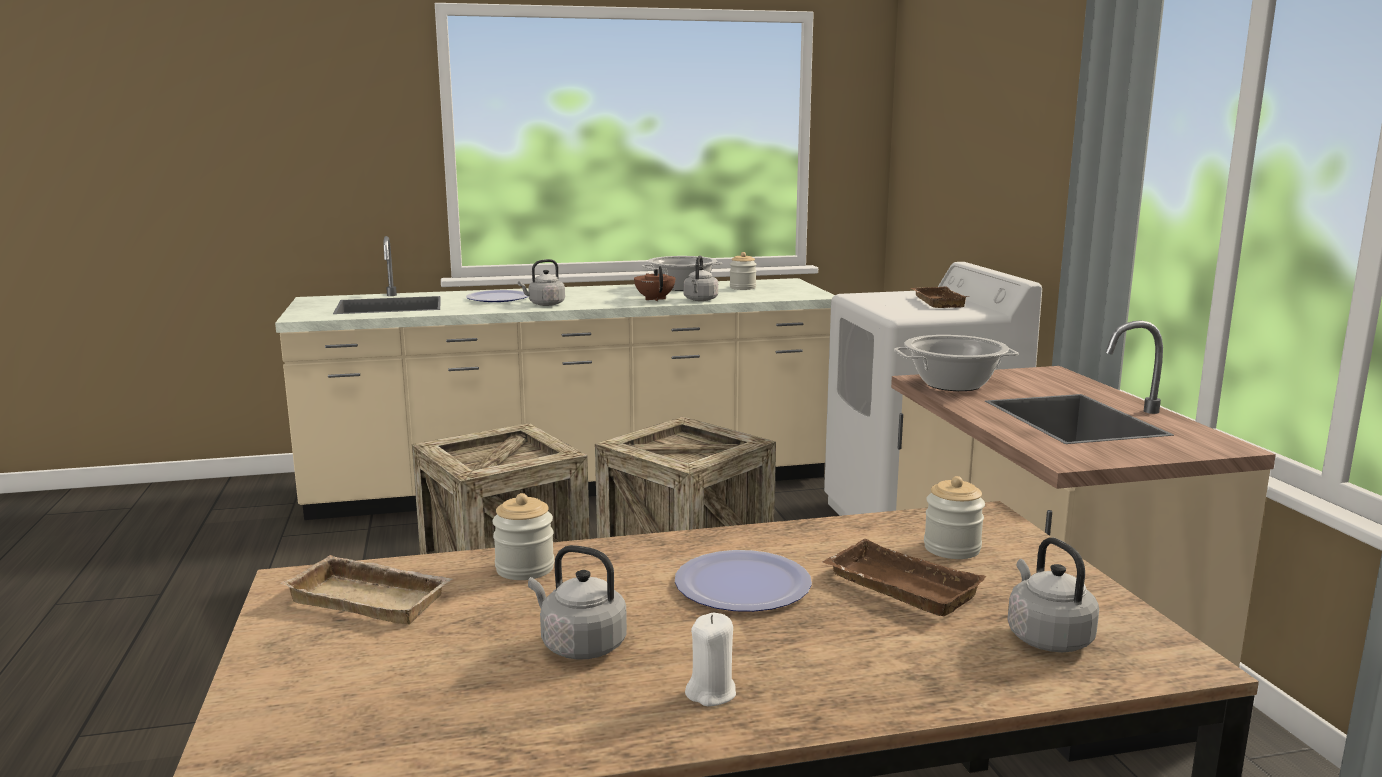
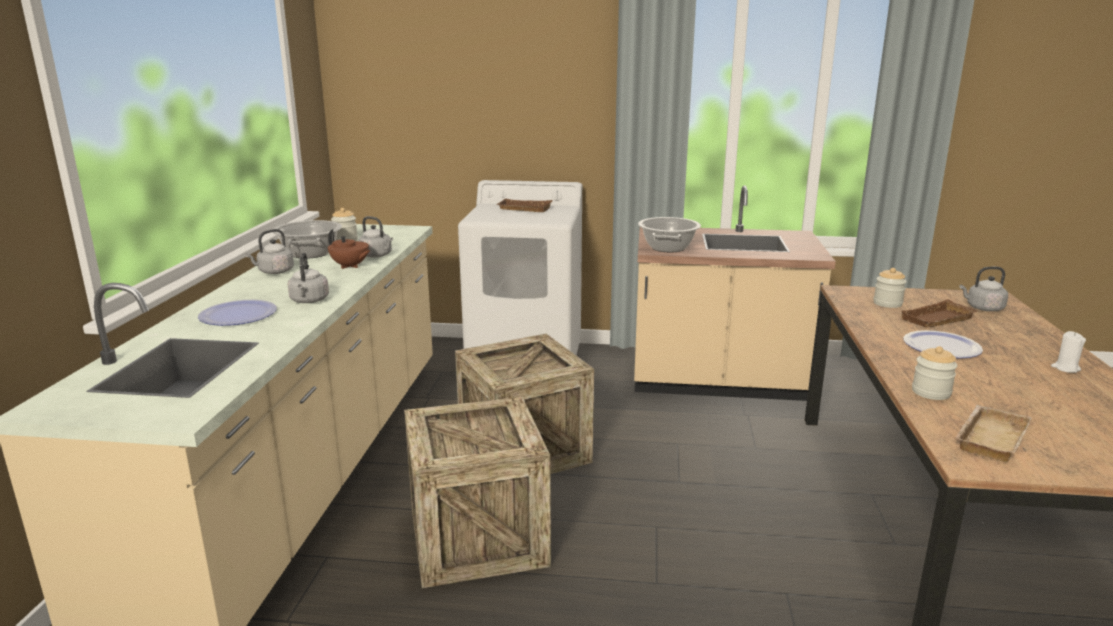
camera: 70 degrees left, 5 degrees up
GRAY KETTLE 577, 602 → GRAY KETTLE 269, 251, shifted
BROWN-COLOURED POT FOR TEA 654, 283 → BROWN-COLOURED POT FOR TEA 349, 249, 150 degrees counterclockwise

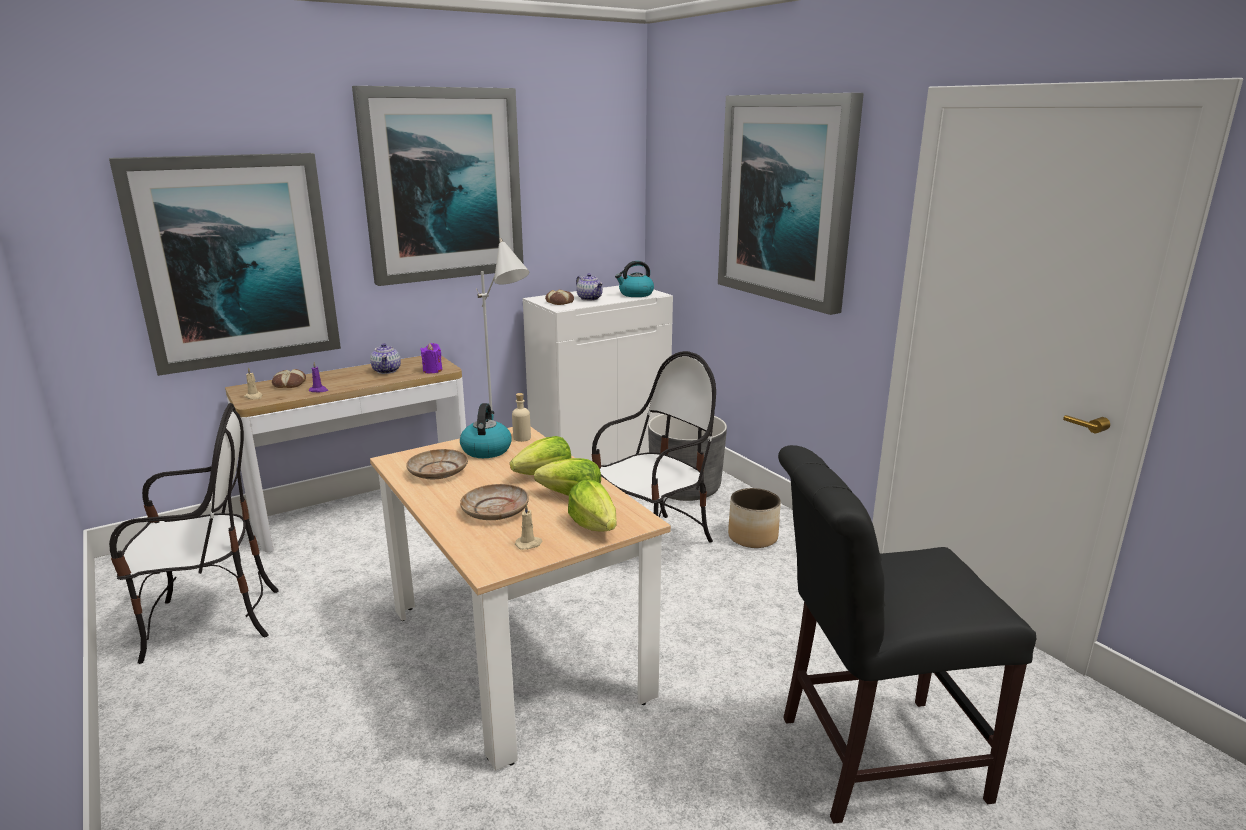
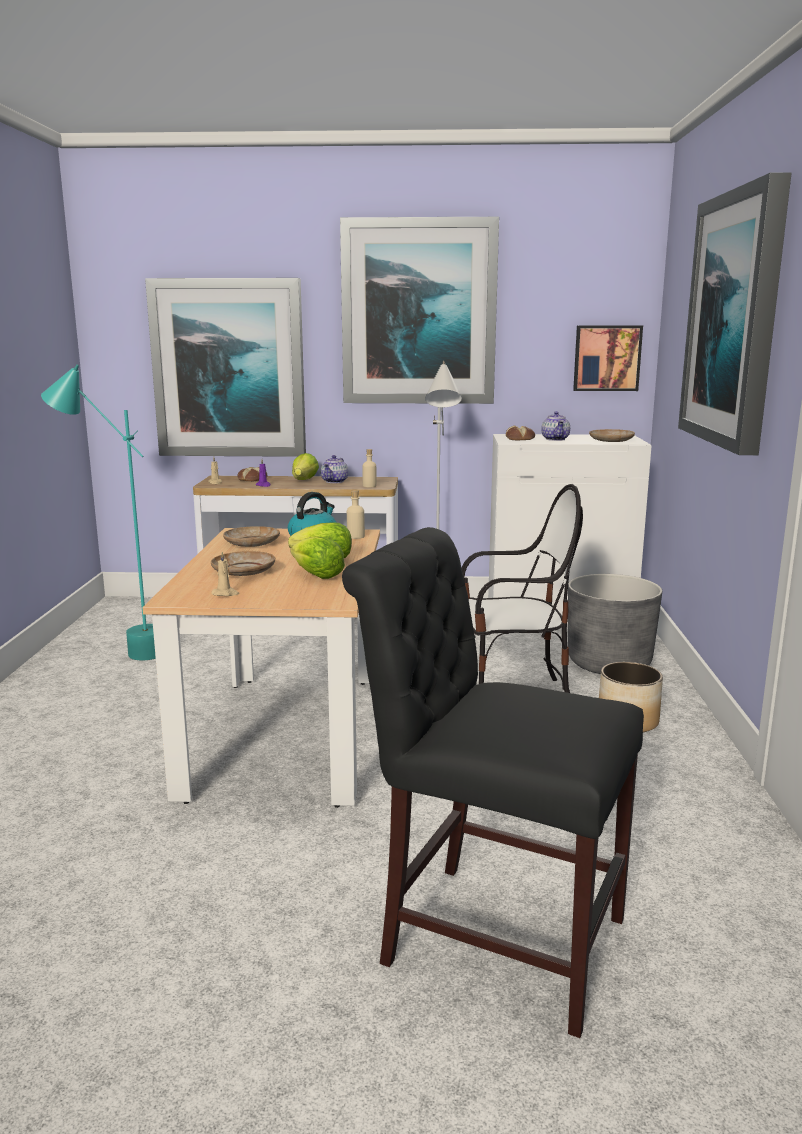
camera: 35 degrees right, 5 degrees down
CHAIR 194, 533 → TURQUOISE STANDARD LAMP 98, 512
HEAD OF LETTUCE 592, 506 → HEAD OF LETTUCE 305, 466, shifted
PURPLE WAX LIGHT 432, 358 → BEIGE BOTTLE 369, 468
- → WALL ART 608, 358
KETTLE 634, 279 → BEIGE FLAT DISH 612, 435

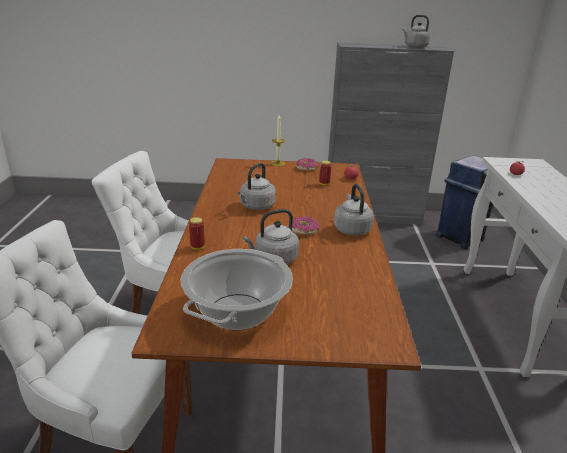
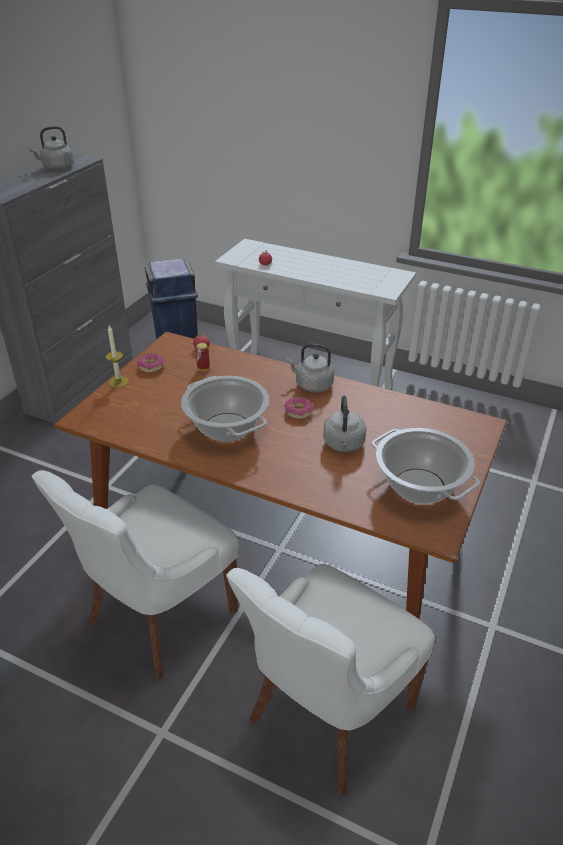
camera: 65 degrees left, 10 degrees up
GRAY KETTLE 256, 186 → SAUCEPOT 225, 409
SEALED CAN 197, 233 → -

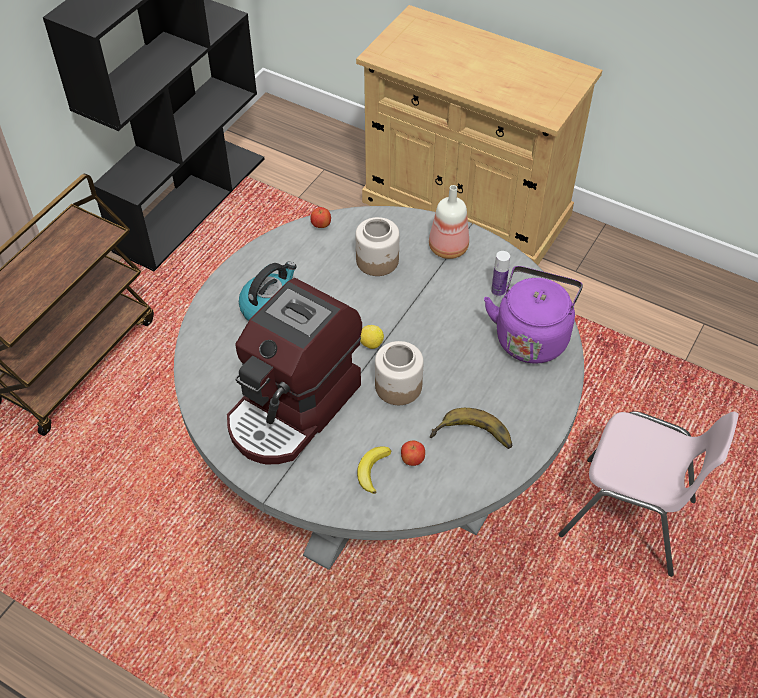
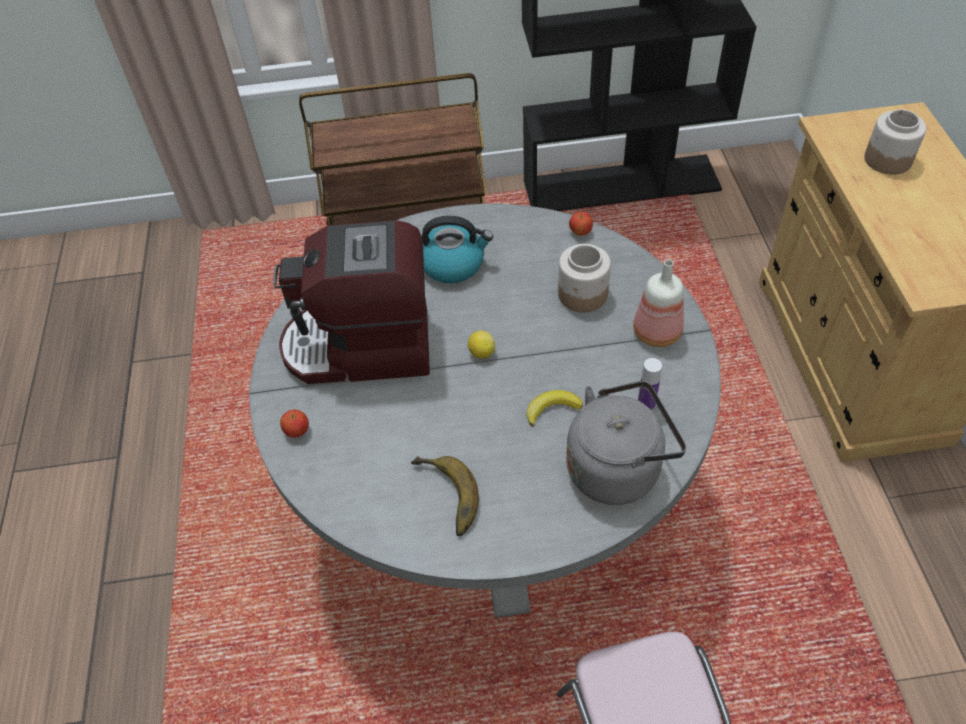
camera: 55 degrees right, 0 degrees up
APPLE 413, 453 → APPLE 294, 423, shifted
BANANA 374, 470 → BANANA 554, 408, shifted
PURPLE KETTLE 533, 315 → GRAY KETTLE 626, 443
PRESERVE JAR 399, 373 → PRESERVE JAR 895, 142, shifted

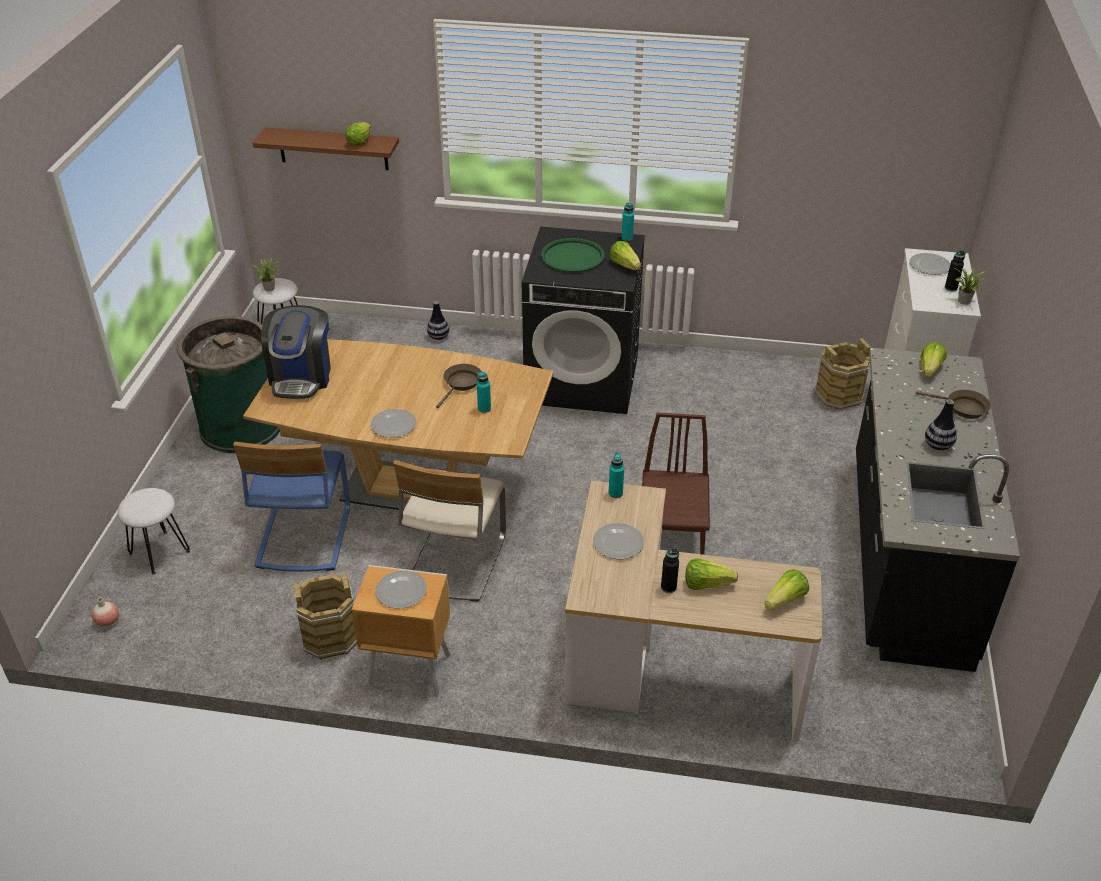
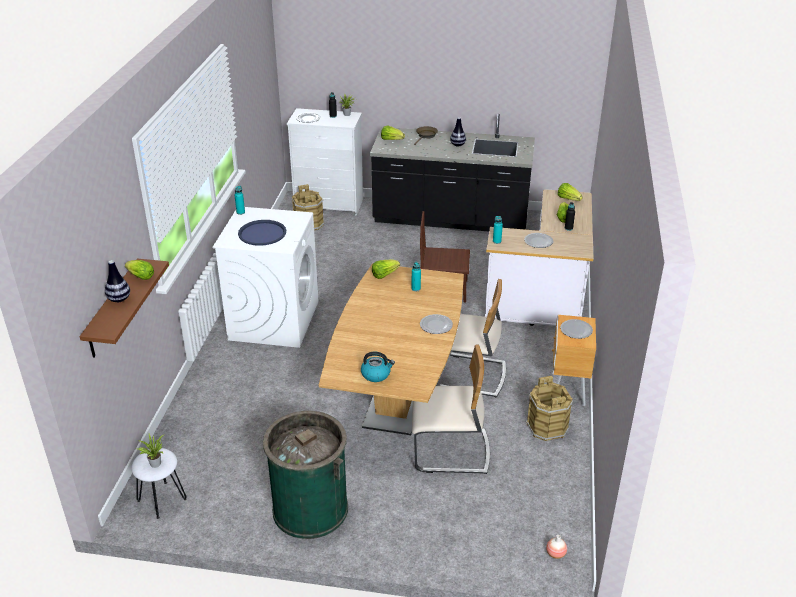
camera: 90 degrees left, 5 degrees down
DECORATIVE VASE 438, 320 → DECORATIVE VASE 117, 281, shifted
BLACK-COLOURED WASHING MACHINE 583, 320 → WHITE-COLOURED WASHING MACHINE 265, 277
GREEN CARRYING TRAY 573, 255 → BLUISH CARRYING TRAY 262, 233
COFFEE MACHINE 296, 352 → KETTLE 378, 367
HEAD OF LETTUCE 625, 255 → HEAD OF LETTUCE 386, 269, shifted
BLUISH CHAIR 291, 507 → BEIGE CHAIR 451, 409
WHITE-COLOURED STOOL SEAT 153, 531 → -
BROWN-COLOURED SKILLET 459, 386 → -

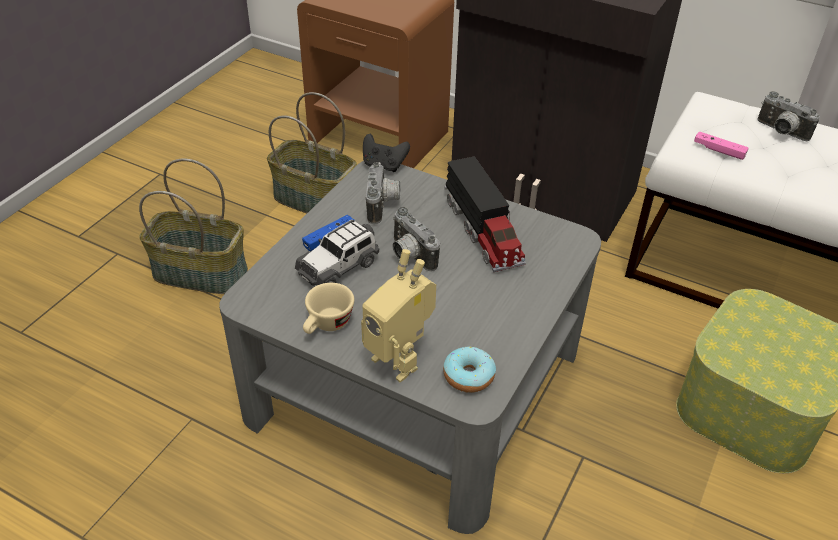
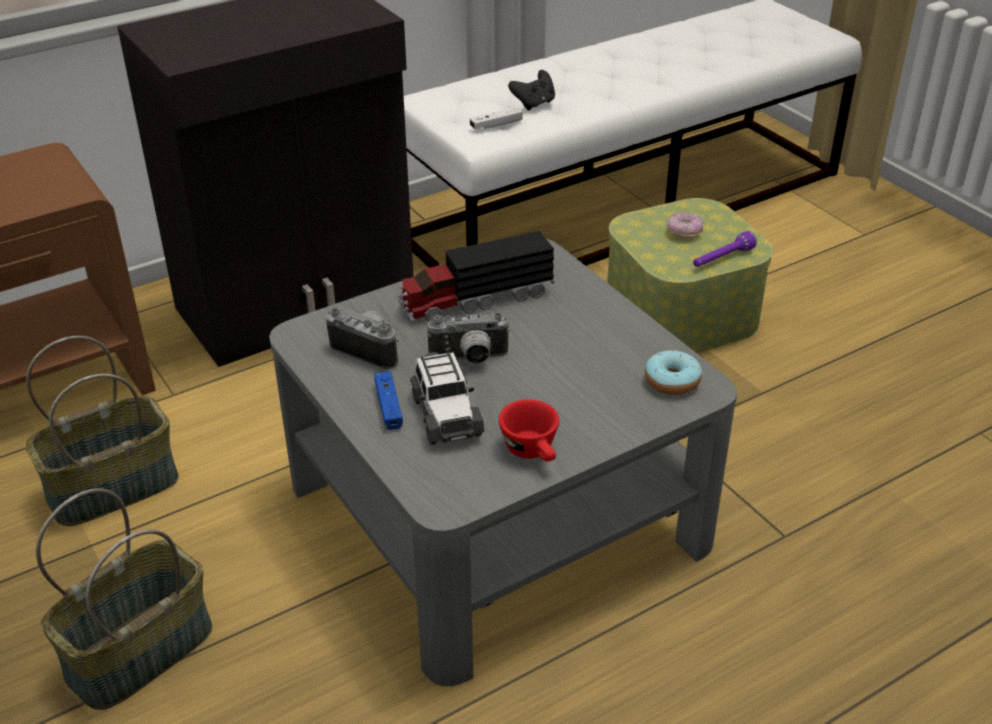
camera: 60 degrees left, 5 degrees down
TOY LORRY 485, 214 → TOY LORRY 476, 277, 150 degrees clockwise
PINK-COLOURED GAMEPAD 721, 145 → WHITE-COLOURED GAMEPAD 496, 118
BEIGE CUP 328, 308 → RED-COLOURED CUP 529, 430
BLACK-COLOURED GAMEPAD 386, 153 → BLACK-COLOURED GAMEPAD 531, 90, shifted
- → DONUT 685, 226
- → PURPLE TORCH 725, 249
MODEL ROBOT 398, 315 → -
STILL CAMERA 789, 116 → -

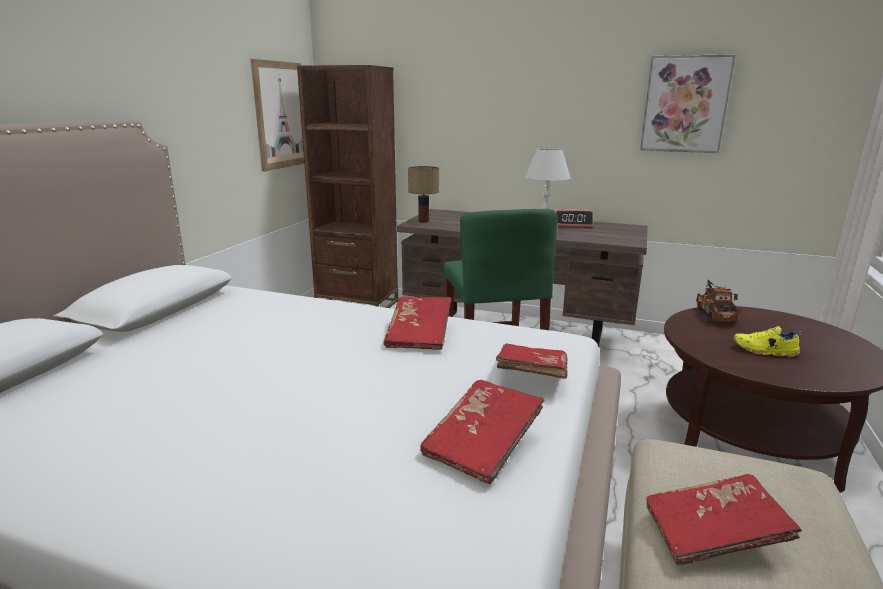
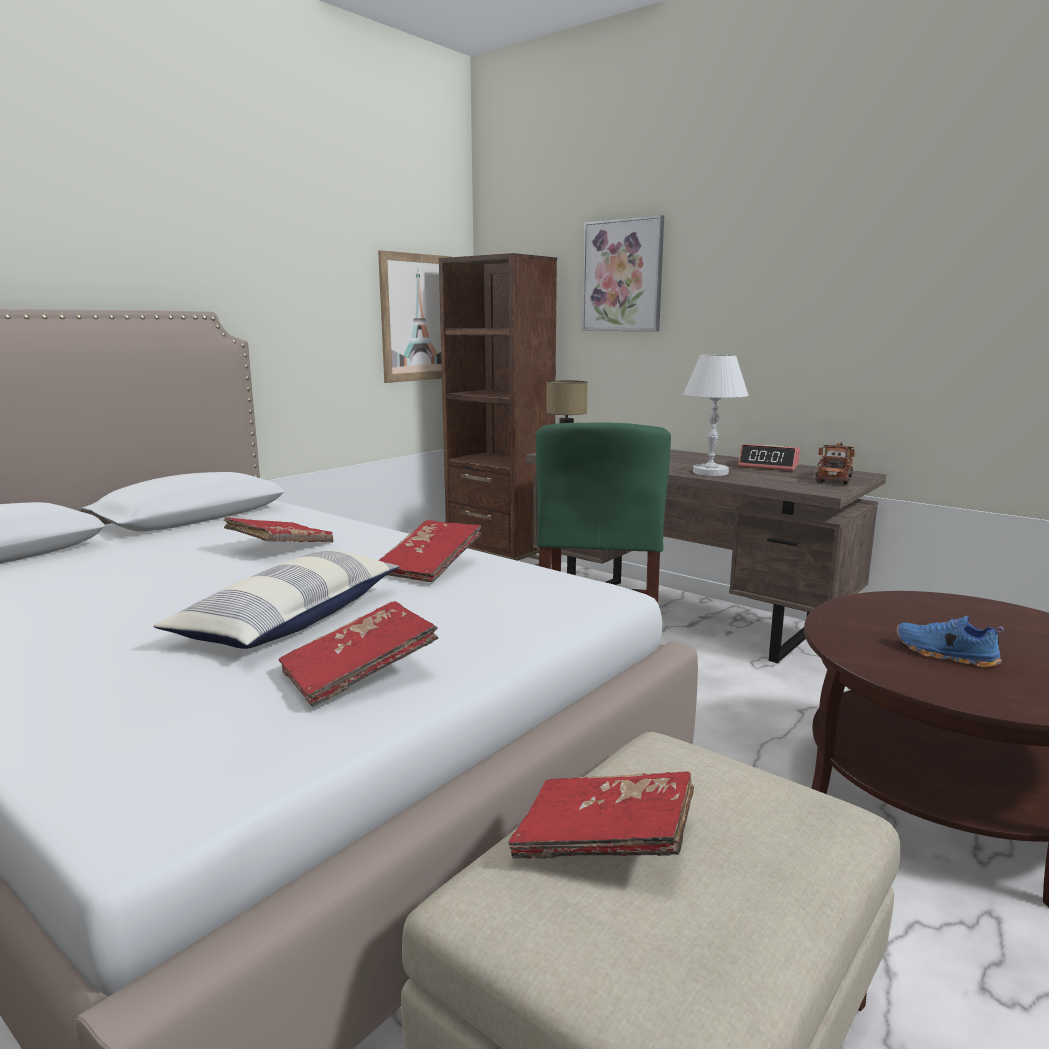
camera: 20 degrees right, 5 degrees down
- → CUSHION 276, 599
RED-COLOURED BOOK 531, 361 → RED-COLOURED BOOK 279, 530, shifted
WALL ART 688, 103 → WALL ART 623, 273, shifted
TOY LORRY 718, 301 → TOY LORRY 835, 463, shifted
YELLOW-COLOURED LOW SHOE 768, 341 → BLUISH LOW SHOE 950, 642

